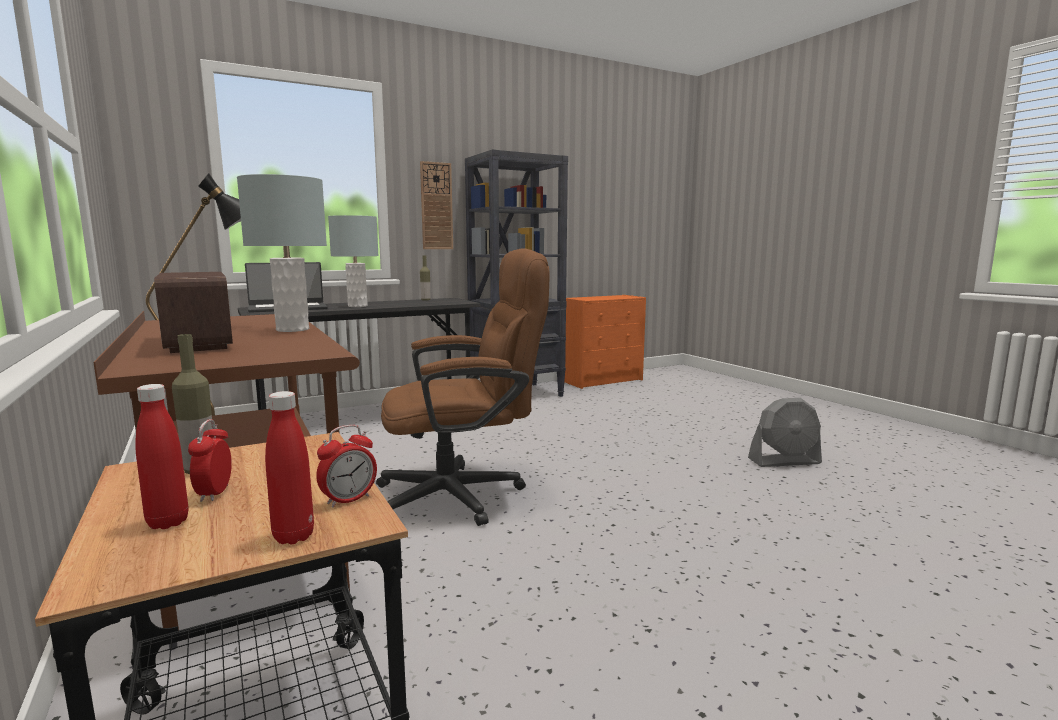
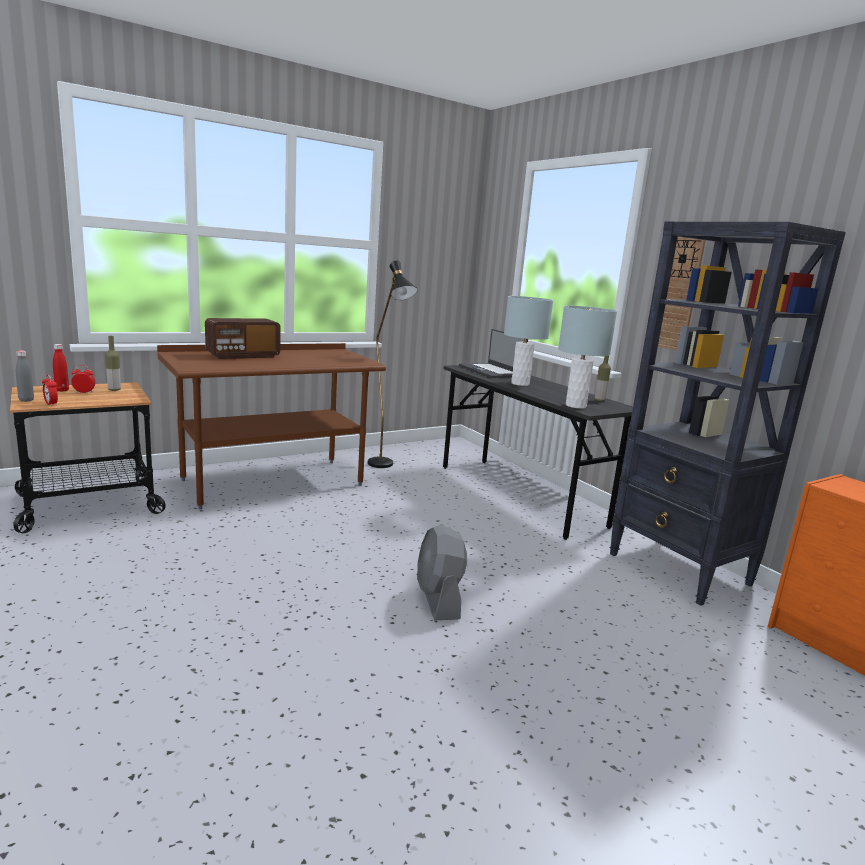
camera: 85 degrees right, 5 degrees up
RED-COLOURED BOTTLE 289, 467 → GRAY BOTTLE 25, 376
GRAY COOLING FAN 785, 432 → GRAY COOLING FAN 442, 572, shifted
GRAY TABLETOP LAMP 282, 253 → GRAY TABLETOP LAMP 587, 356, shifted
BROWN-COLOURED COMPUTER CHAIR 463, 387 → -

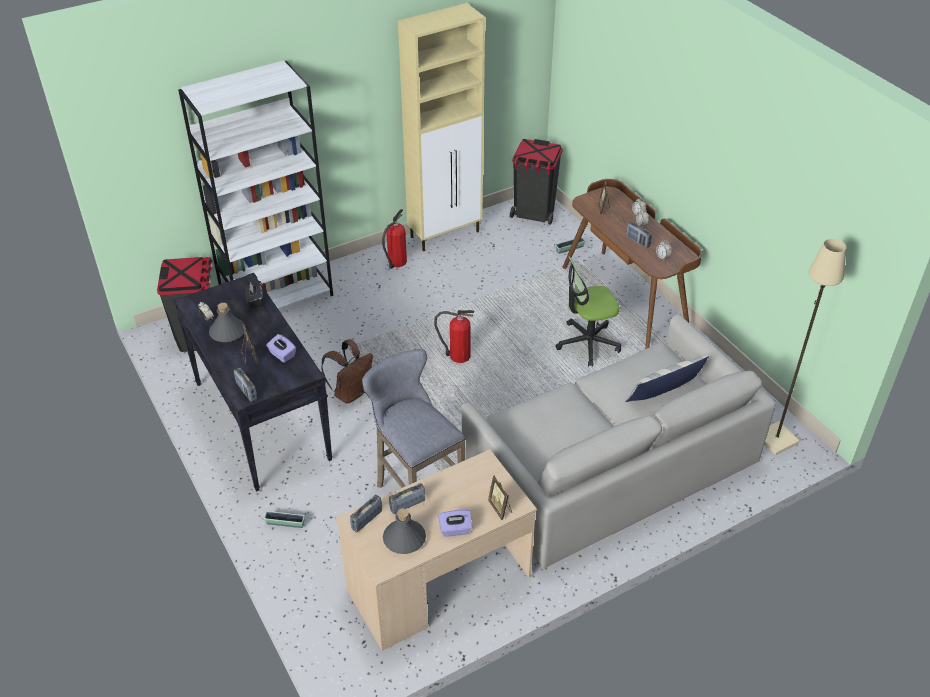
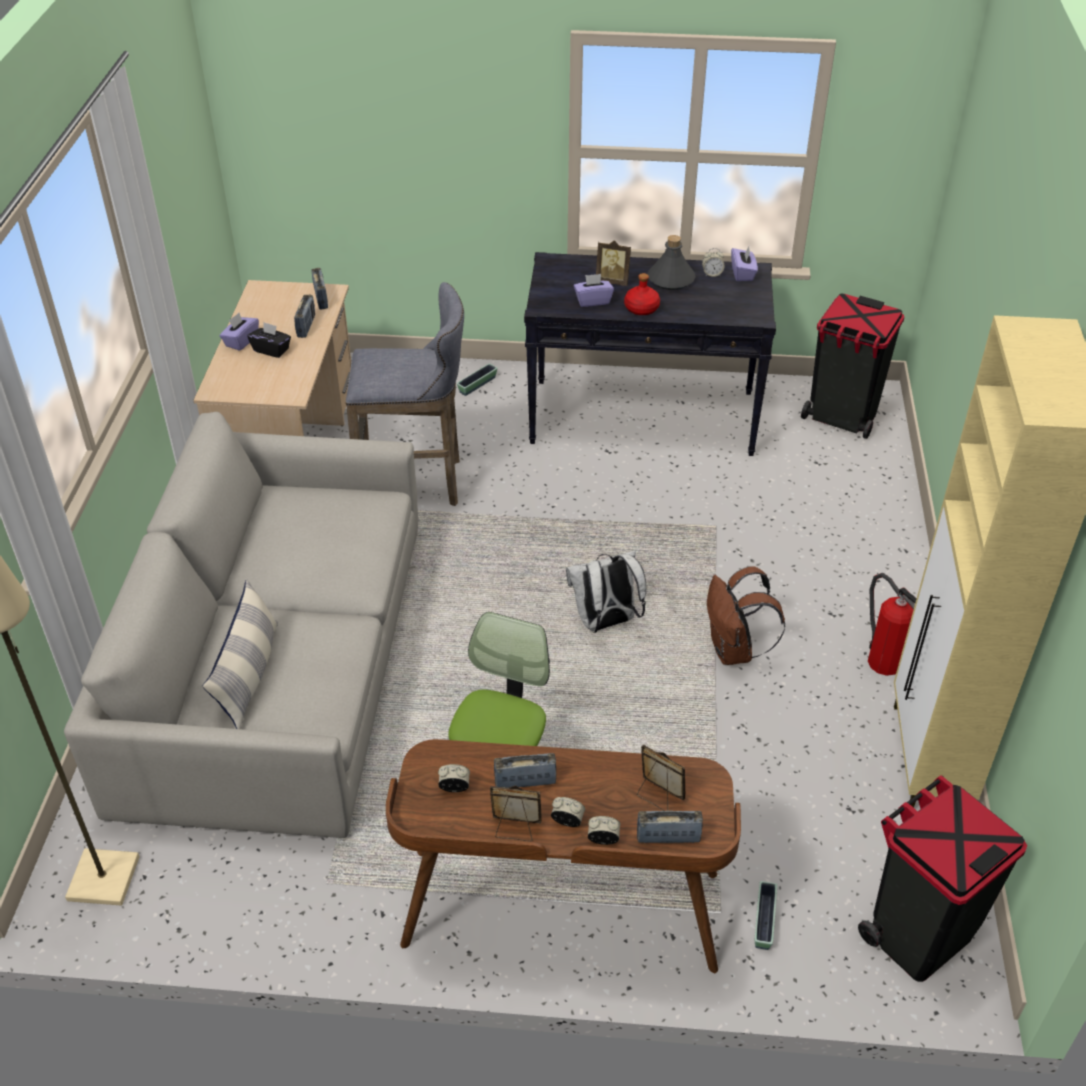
camera: 125 degrees right, 0 degrees up
BLACK-COLOURED BOX OF TISSUES 254, 294 → BLACK-COLOURED BOX OF TISSUES 269, 340, shifted
PHOTO FRAME 500, 497 → PHOTO FRAME 516, 814, shifted
FIRE EXTINGUISHER 454, 336 → WHITE-COLOURED RUCKSACK 606, 591
- → RED-COLOURED BOTTLE 642, 294
RADIO 245, 385 → RADIO 670, 827, shifted
BROWN-COLOURED RUCKSACK 347, 371 → BROWN-COLOURED RUCKSACK 746, 615, shifted
- → PURPLE BOX OF TISSUES 744, 264
WHITE-COLOURED SHELVING UNIT 255, 184 → -
GRAY BOTTLE 404, 531 → -

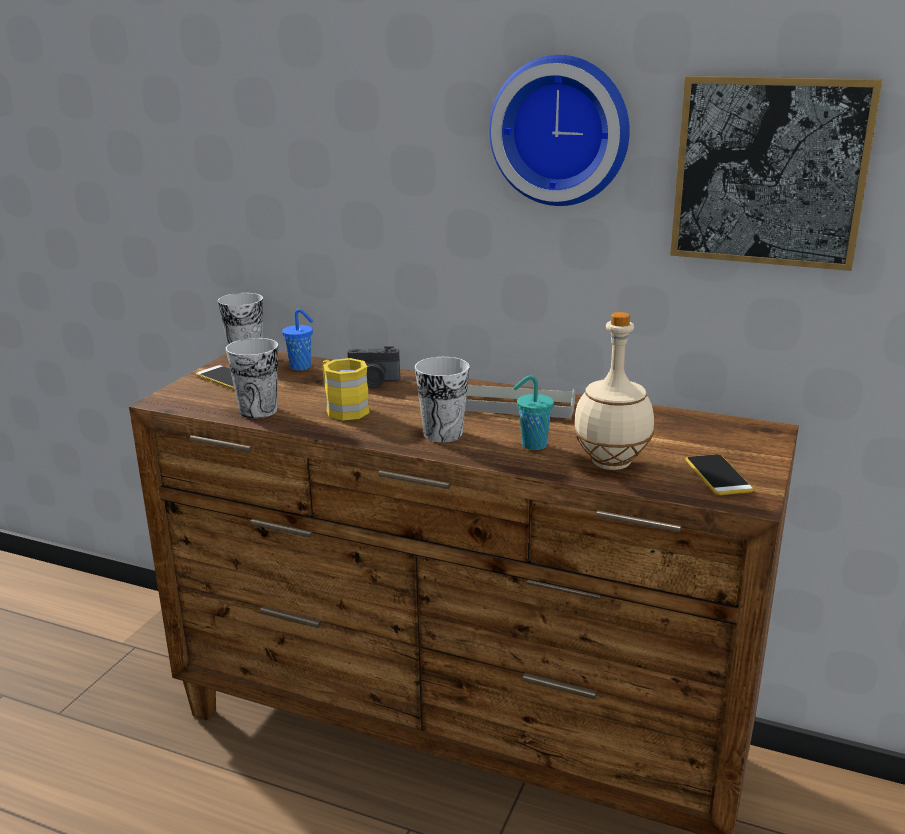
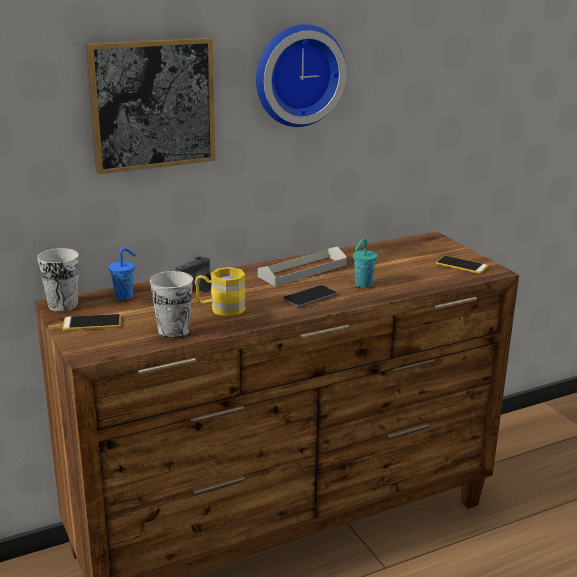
camera: 50 degrees left, 0 degrees up
WALL ART 776, 173 → WALL ART 150, 105, shifted
CUP 442, 400 → TELEPHONE 309, 296
BEIGE BOTTLE 614, 391 → -

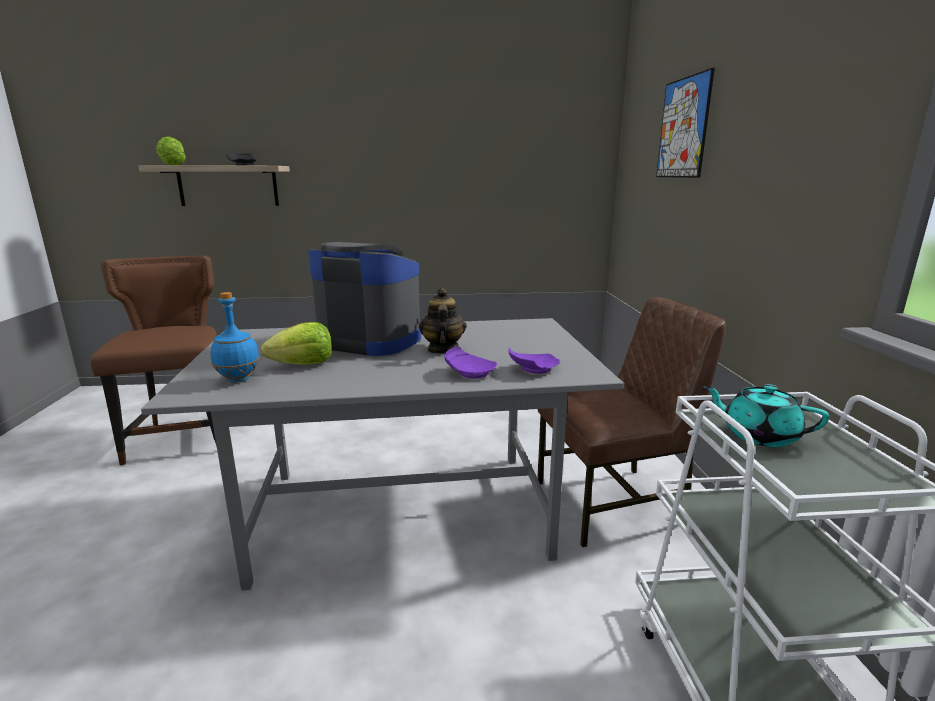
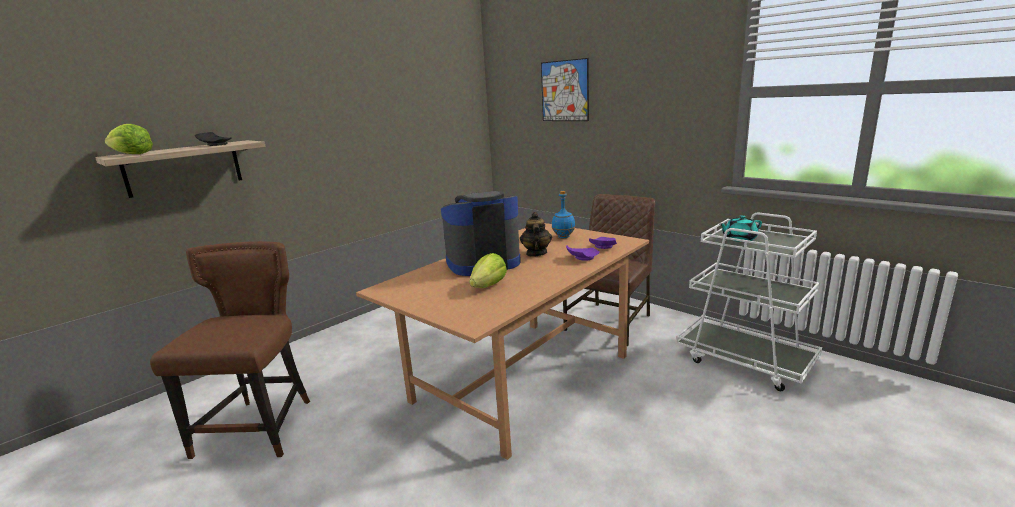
camera: 40 degrees left, 0 degrees up
BROWN-COLOURED CHAIR 153, 360 → BROWN-COLOURED CHAIR 230, 350, 60 degrees clockwise
GRAY KITCHEN TABLE 382, 454 → BROWN-COLOURED KITCHEN TABLE 502, 341
POT FOR TEA 443, 320 → POT FOR TEA 536, 234, 45 degrees clockwise
BLUISH BOTTLE 235, 337 → BLUISH BOTTLE 563, 214, shifted

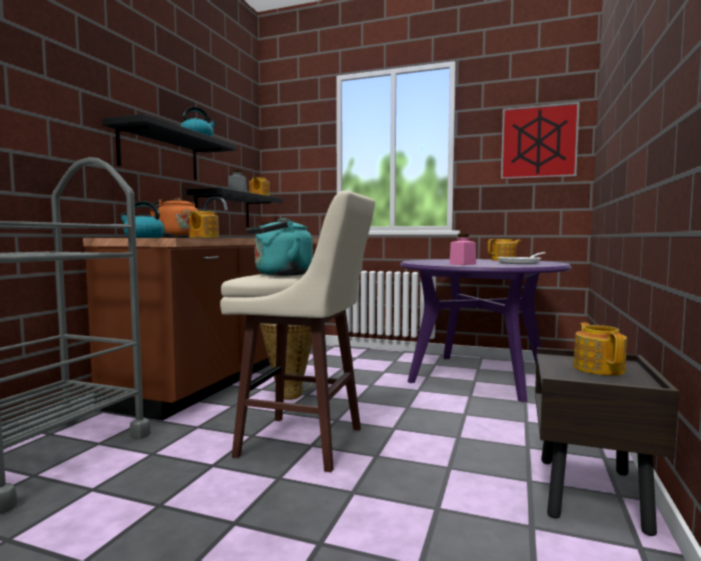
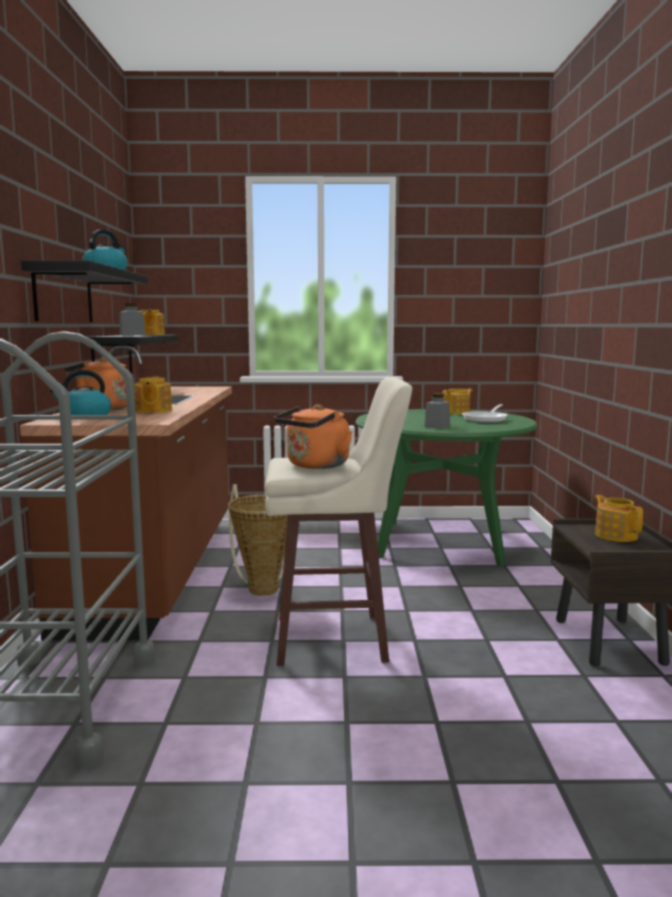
camera: 20 degrees left, 5 degrees up
TURQUOISE KETTLE 279, 247 → ORANGEY KETTLE 313, 436
PURPLE KITCHEN TABLE 486, 330 → GREEN KITCHEN TABLE 446, 487
PINK-COLOURED PRESERVE JAR 462, 249 → GRAY PRESERVE JAR 437, 411
WALL ART 540, 140 → -

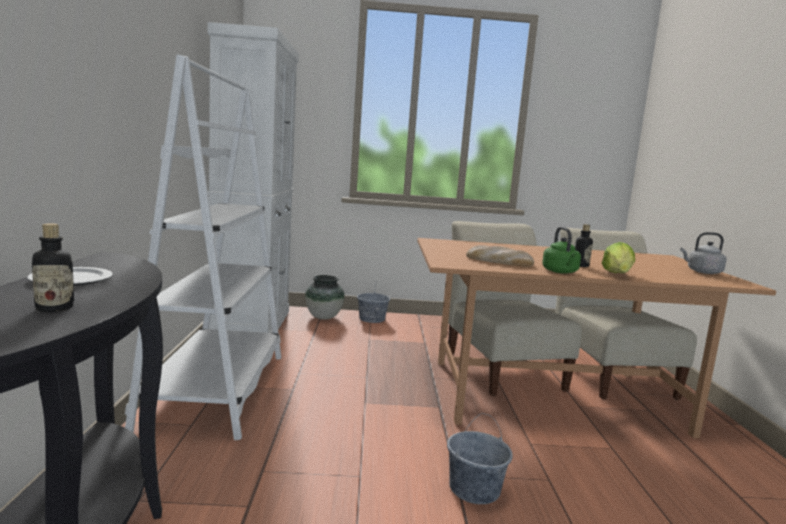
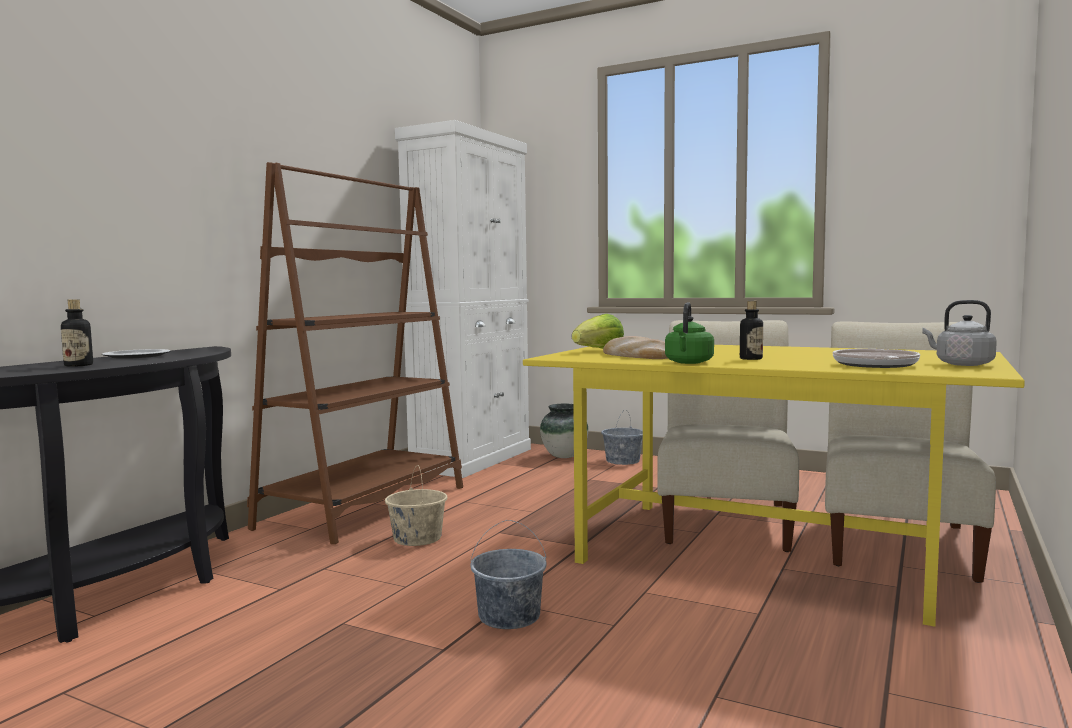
camera: 30 degrees right, 5 degrees down
WHITE-COLOURED SHELVING UNIT 203, 247 → BROWN-COLOURED SHELVING UNIT 355, 353
- → BEIGE BUCKET 416, 505
BROWN-COLOURED KITCHEN TABLE 596, 338 → YELLOW-COLOURED KITCHEN TABLE 774, 486
HEAD OF LETTUCE 618, 257 → HEAD OF LETTUCE 598, 331, shifted
- → SKILLET 876, 358

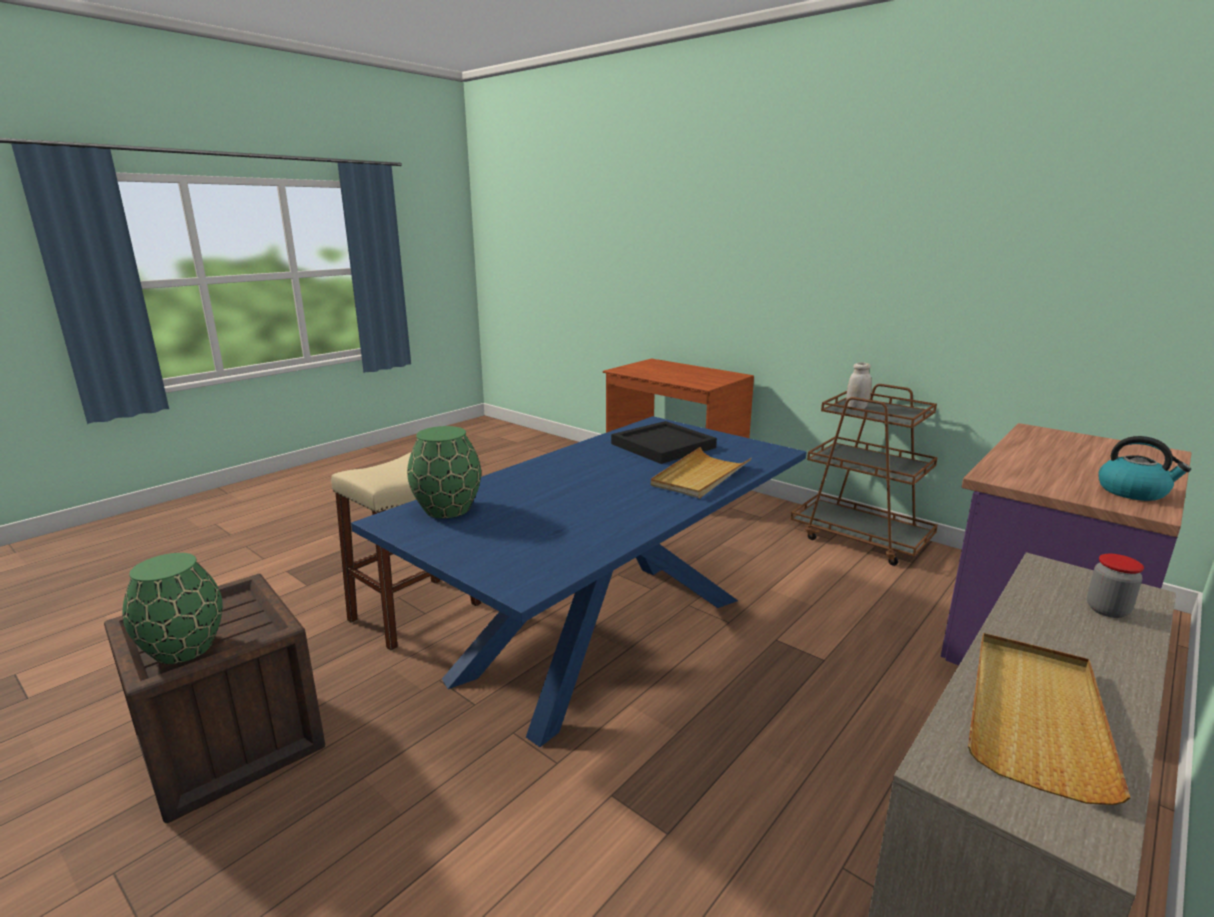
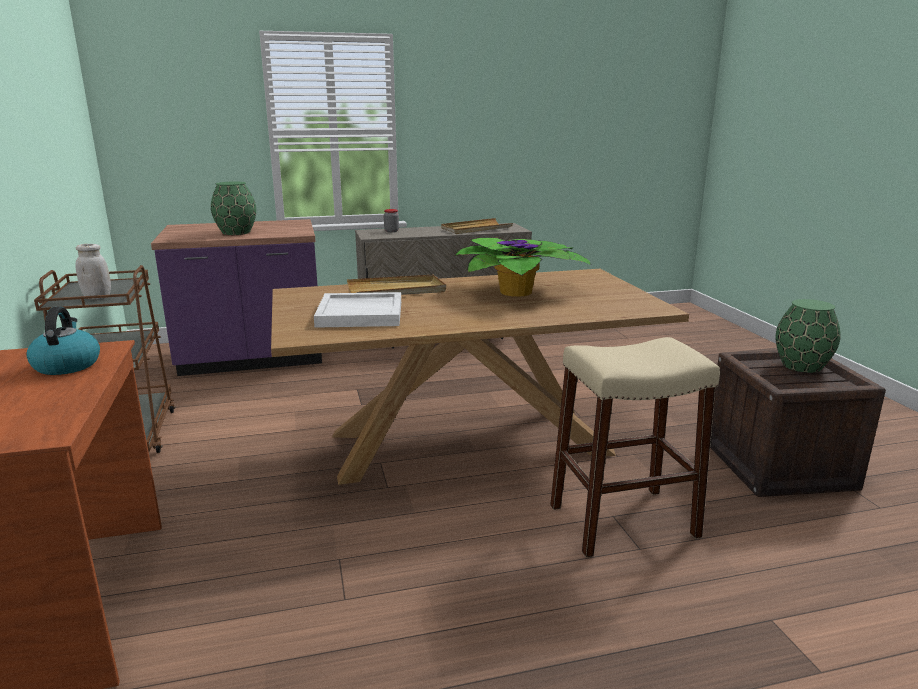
camera: 145 degrees left, 0 degrees up
KETTLE 1144, 468 → KETTLE 63, 341, shifted
GREEN DECORATIVE VASE 444, 472 → GREEN DECORATIVE VASE 233, 208, shifted
BLUISH KITCHEN TABLE 579, 581 → BROWN-COLOURED KITCHEN TABLE 480, 377
BLACK-COLOURED CARRYING TRAY 664, 442 → WHITE-COLOURED CARRYING TRAY 357, 310
- → POTTED PLANT 523, 267

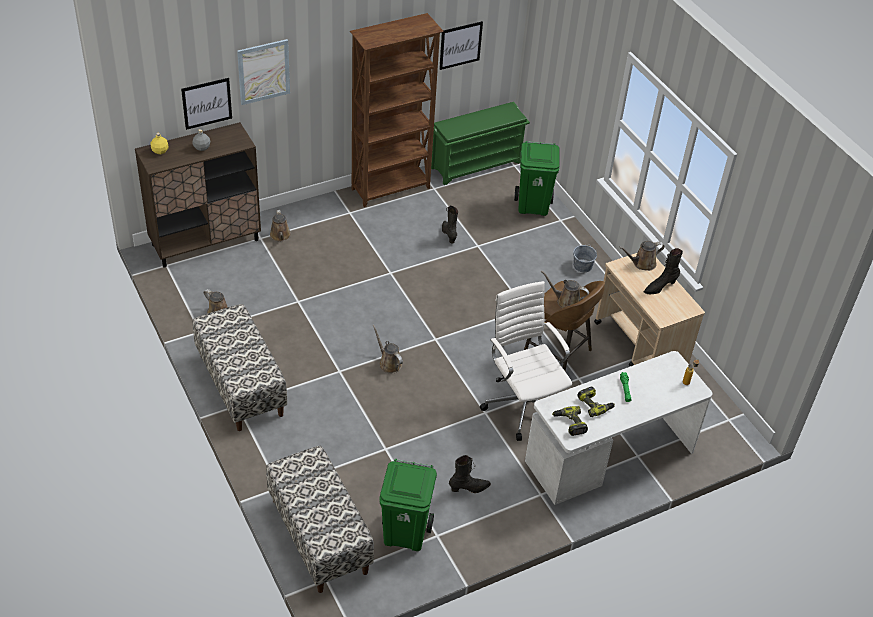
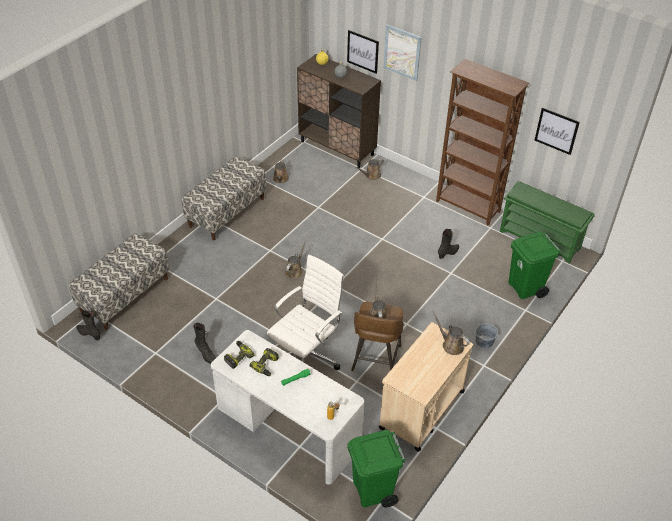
camera: 65 degrees right, 0 degrees up
BLACK-COLOURED HIGH-TOP BOOT 663, 271 → BLACK-COLOURED HIGH-TOP BOOT 88, 325, shifted
GREEN TRASH CAN 408, 505 → GREEN TRASH CAN 376, 468, shifted

